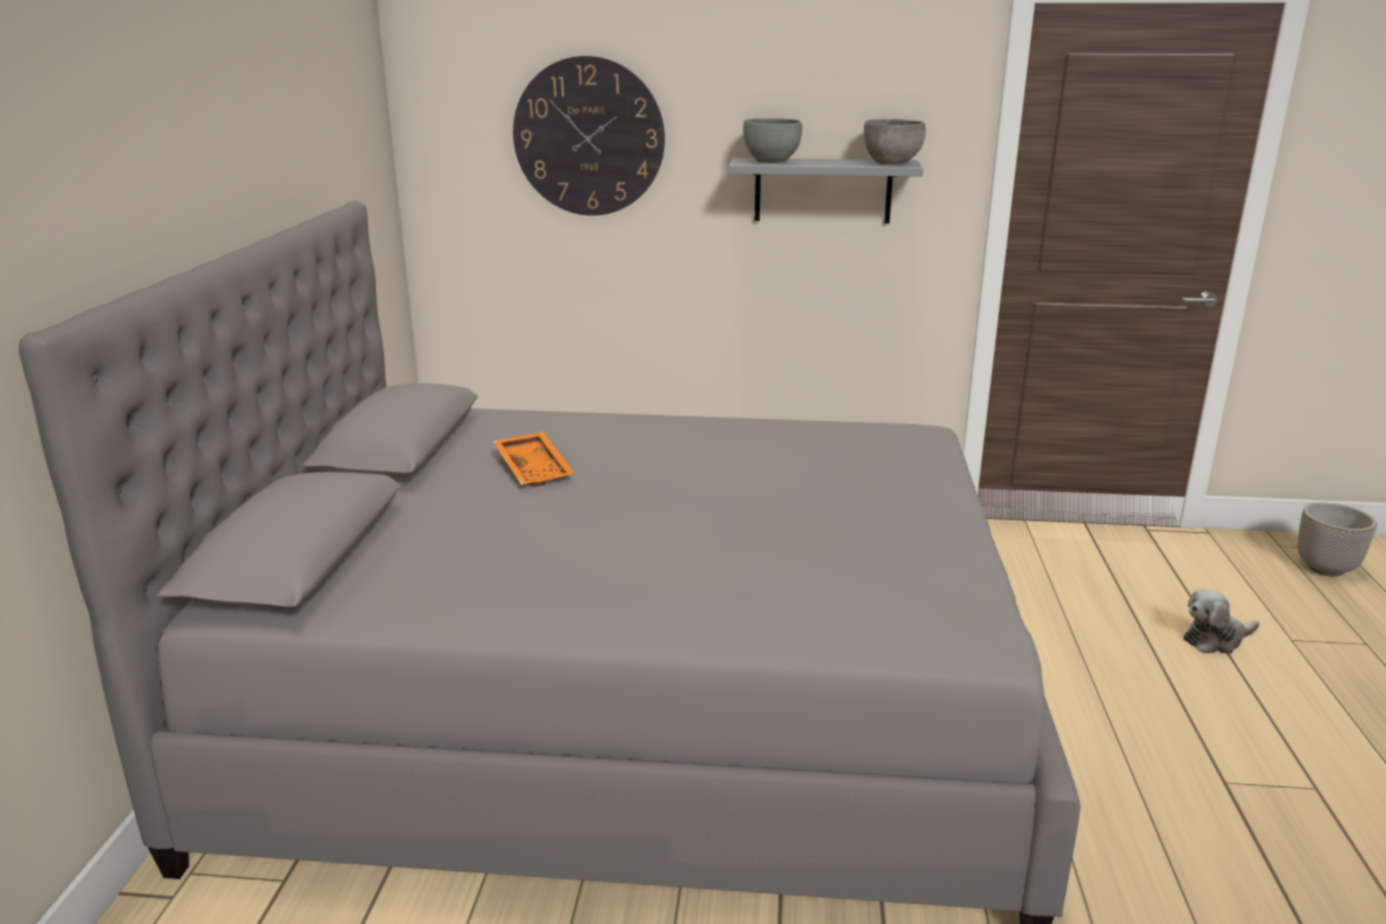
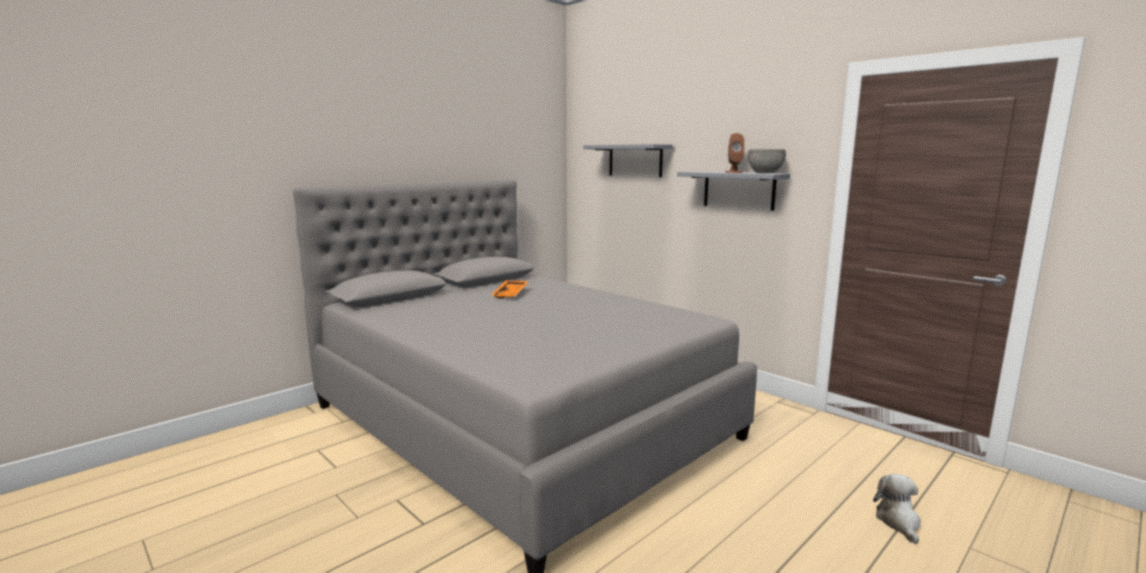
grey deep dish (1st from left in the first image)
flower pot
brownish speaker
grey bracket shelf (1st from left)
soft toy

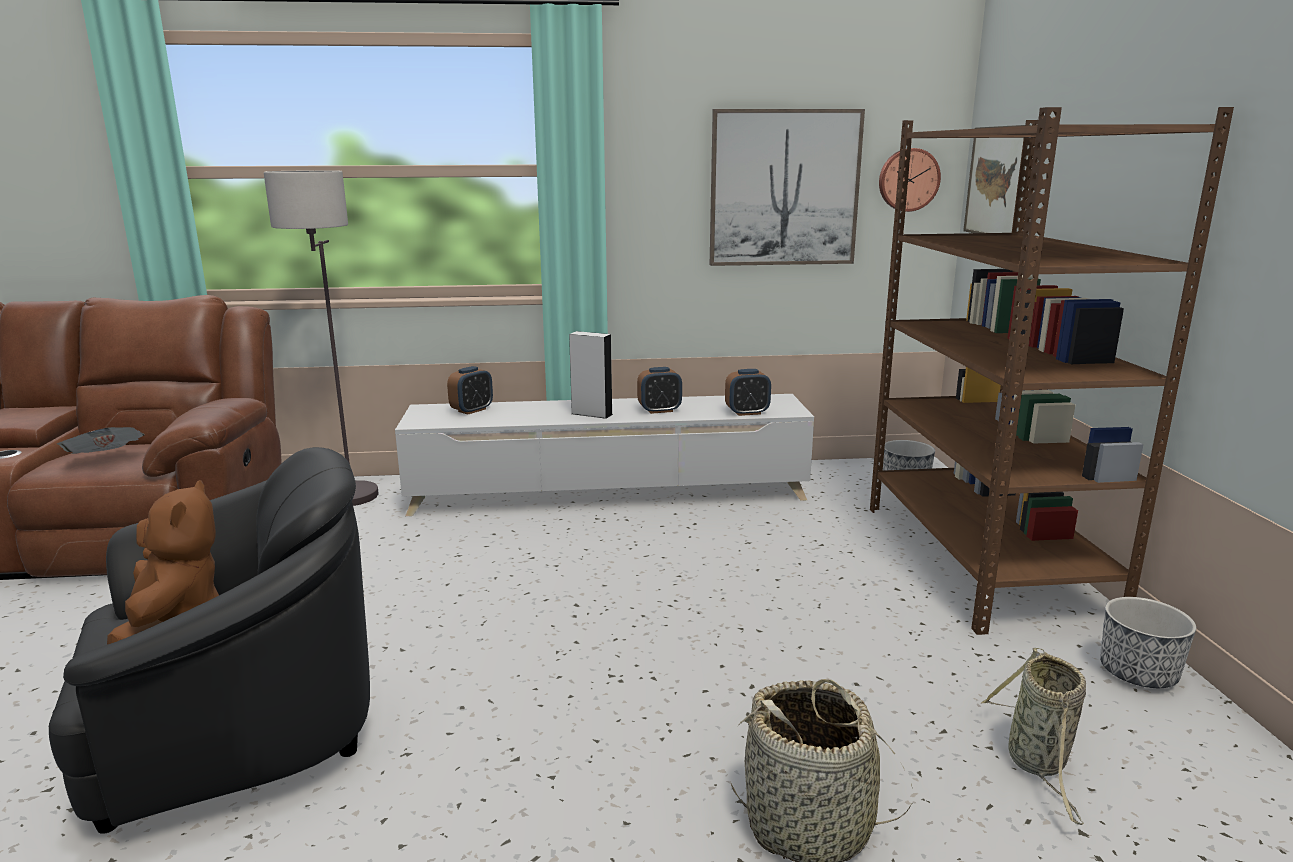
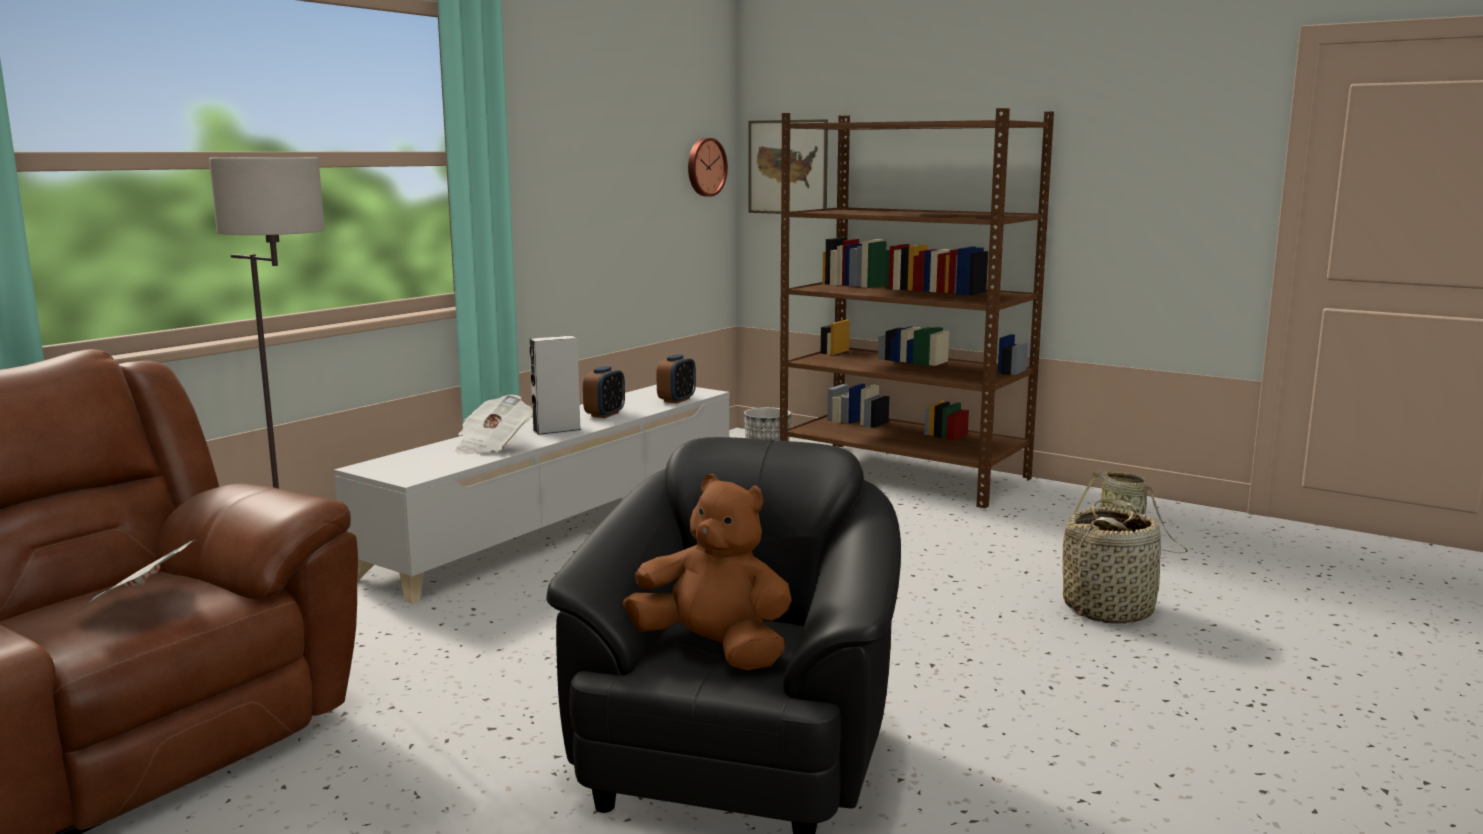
bedside clock (1st from left in the first image)
wall art (1st from left in the first image)
flower pot (2nd from left in the first image)
newspaper (2nd from left)

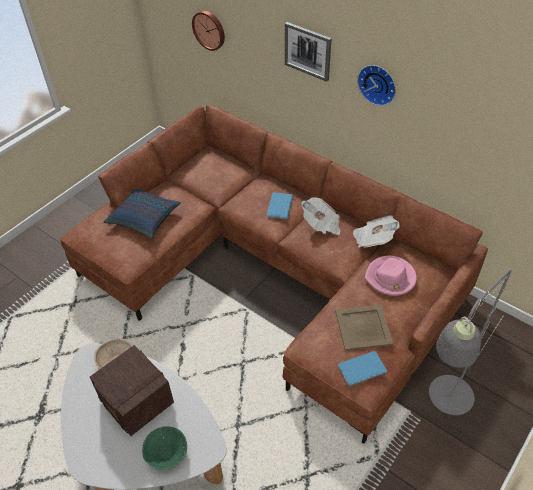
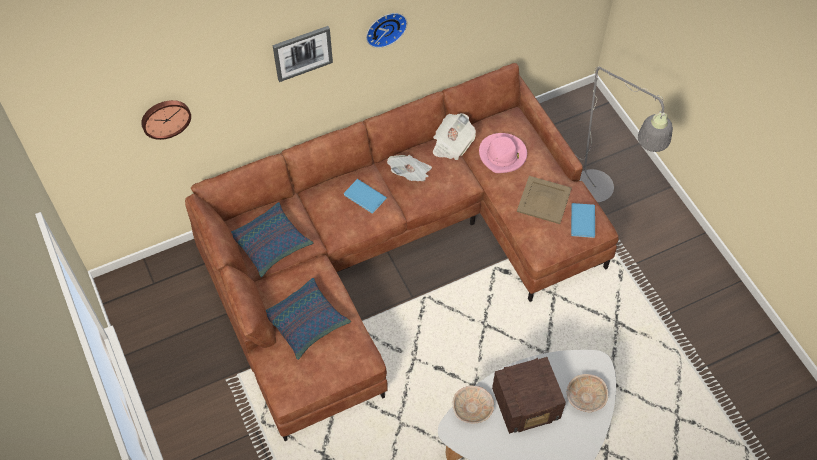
blue-coloured cushion (1st from left)
sand-coloured deep dish (2nd from left)

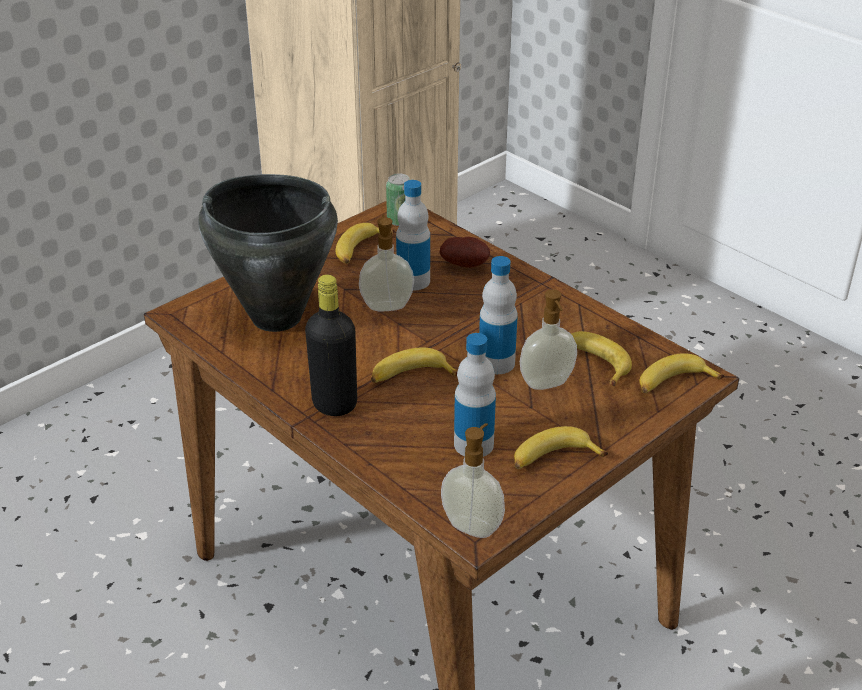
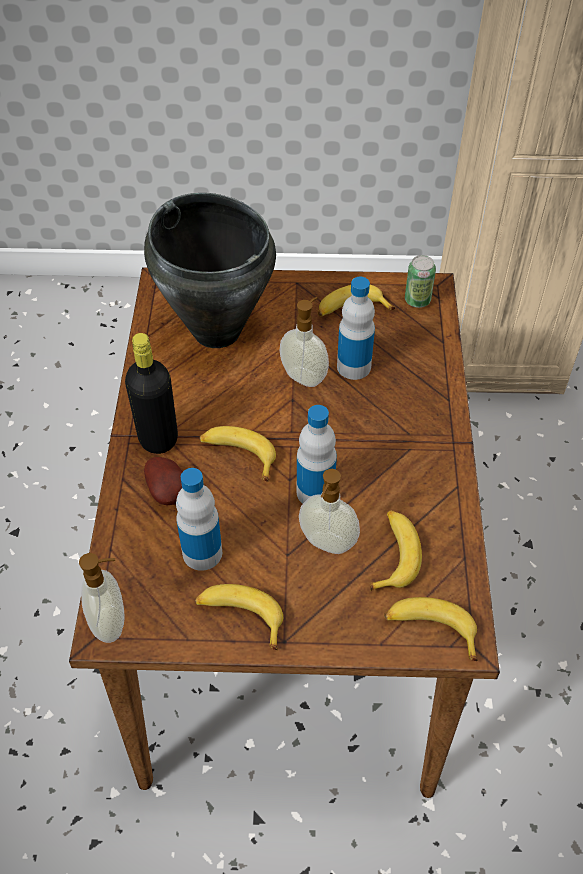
spud

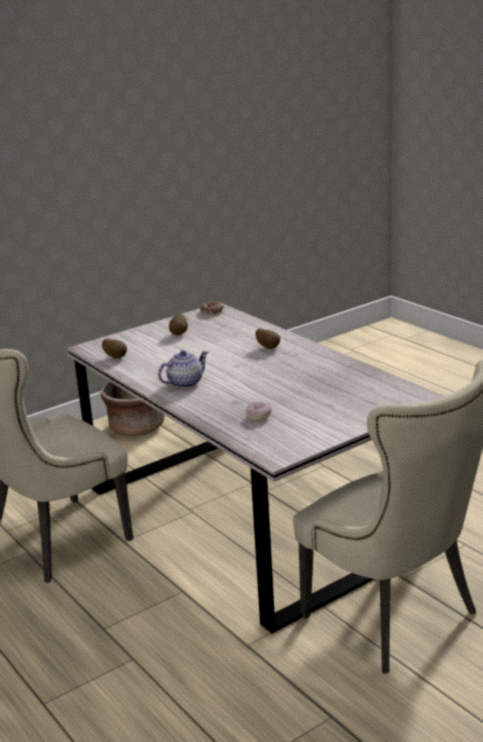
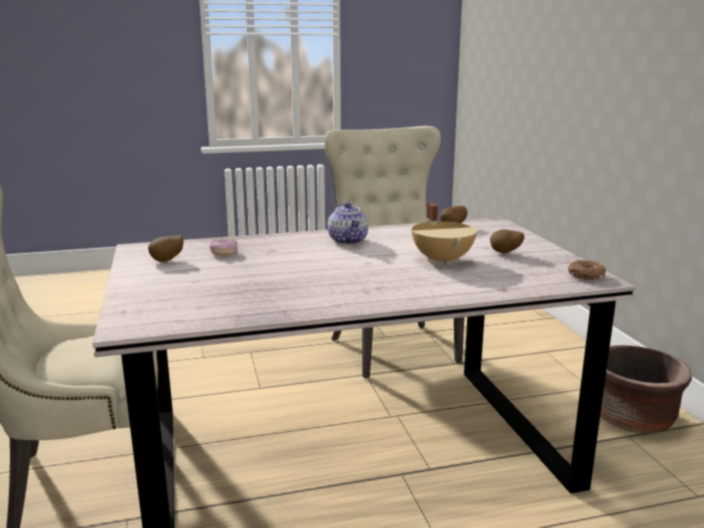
sand-coloured saucepot
spud (1st from left)

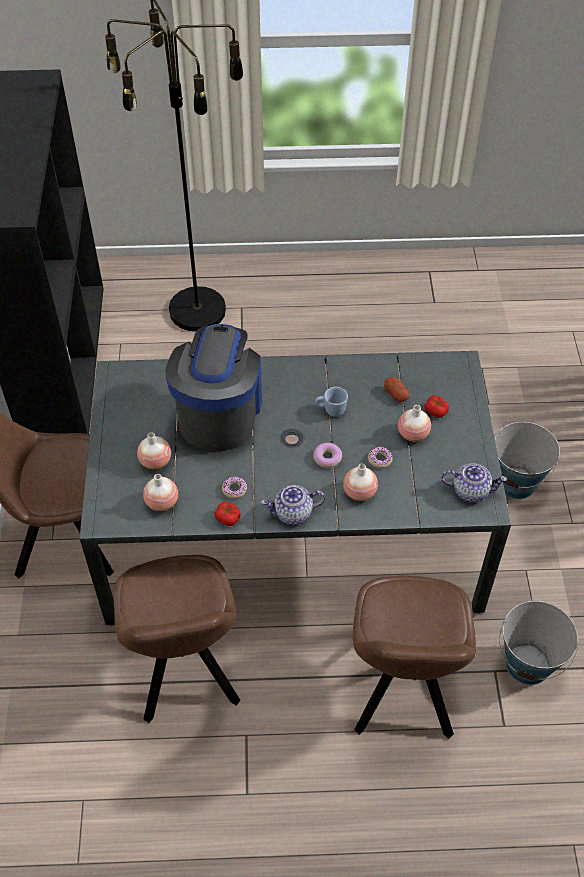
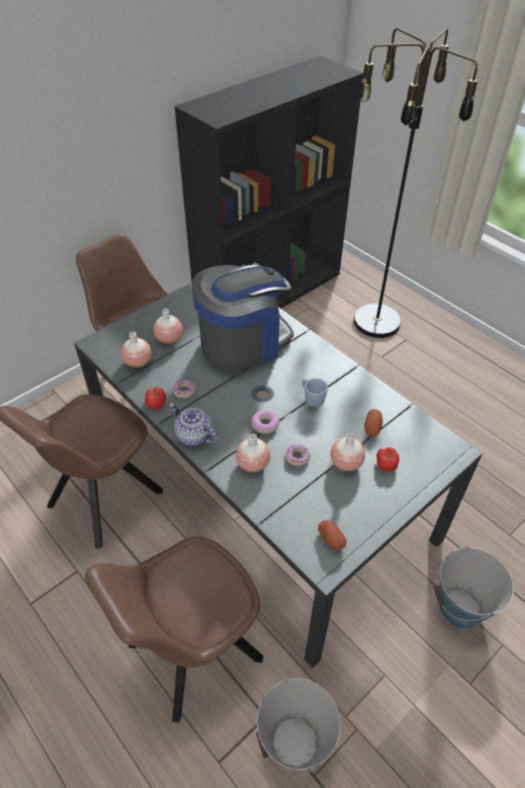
spud (1st from left)

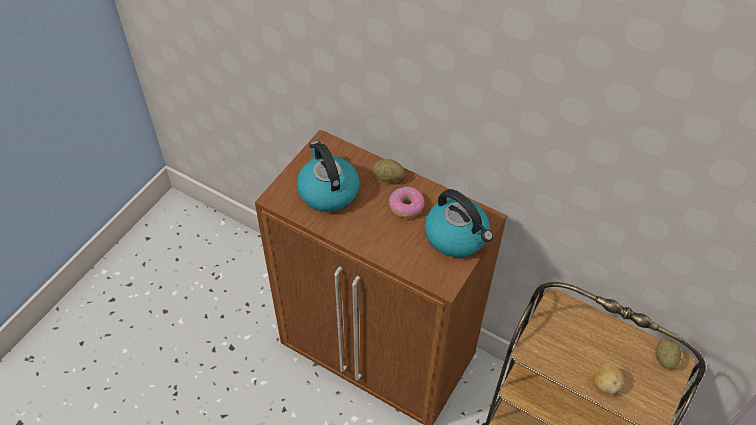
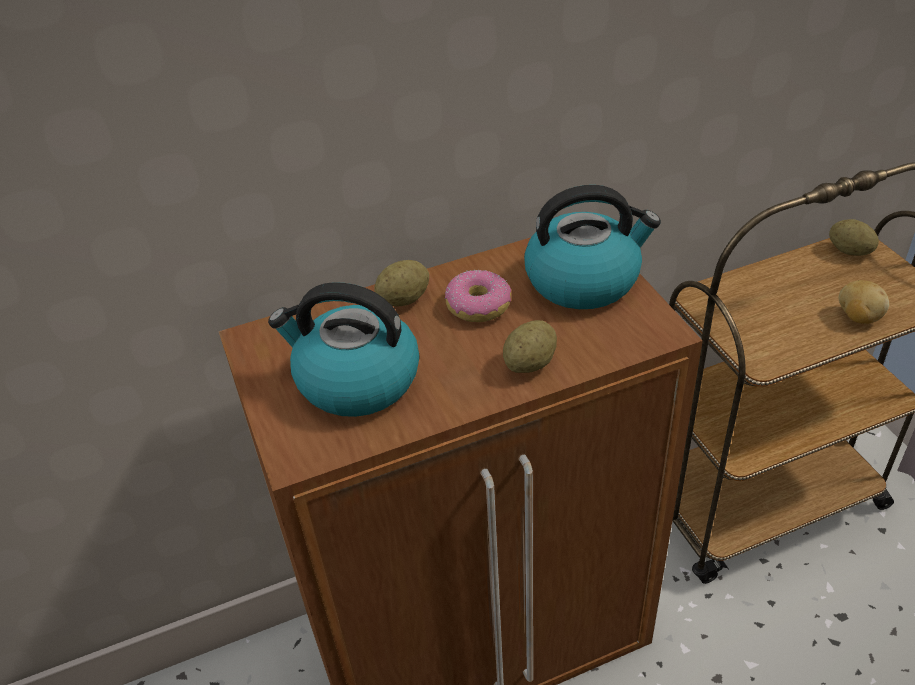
spud (2nd from left)

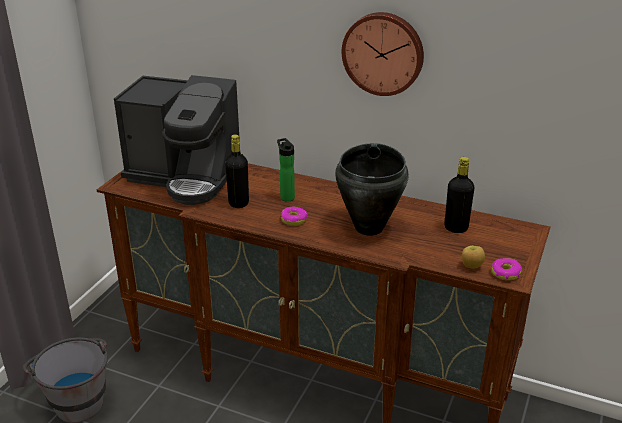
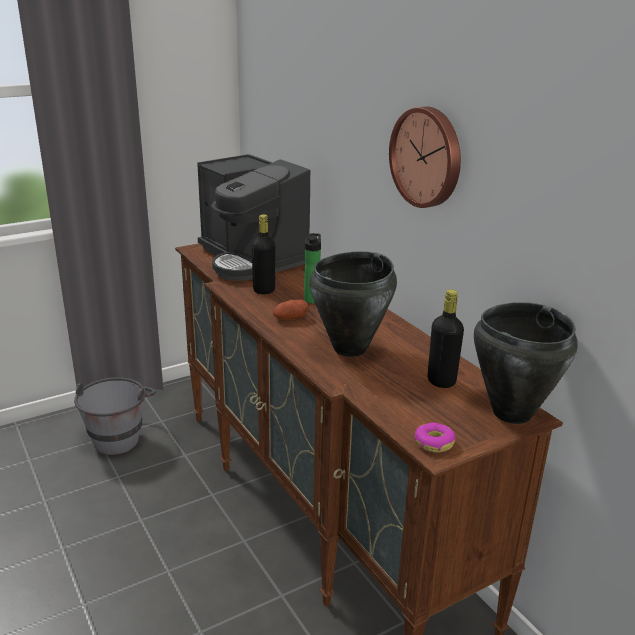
apple
black saucepot (2nd from left)
spud

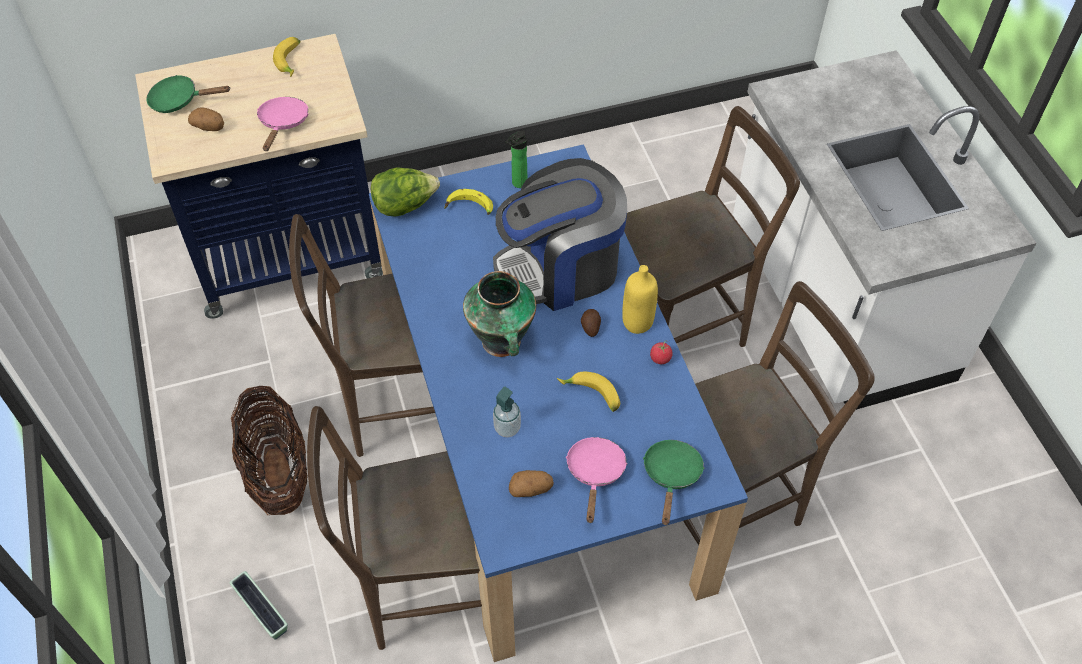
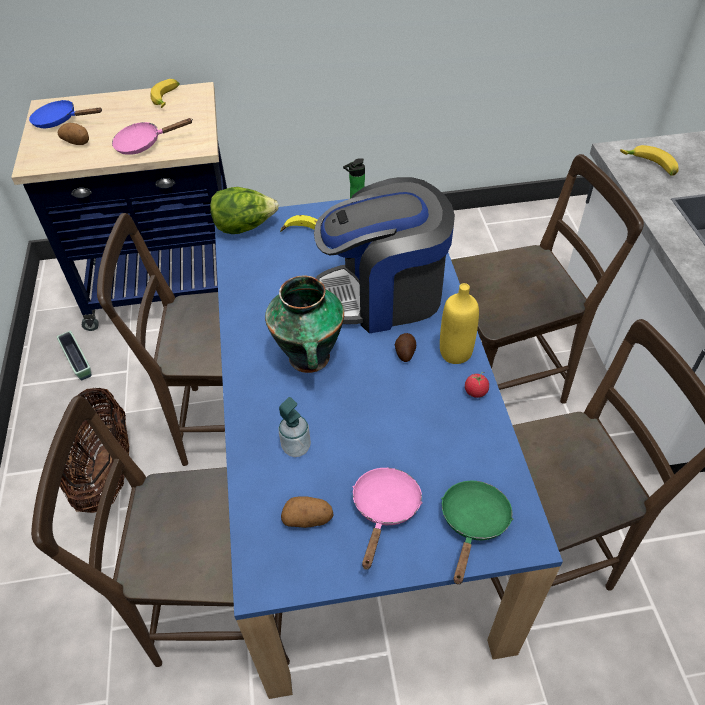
flower pot
banana (3rd from left)
blue-coloured pan
pink-coloured pan (1st from left)

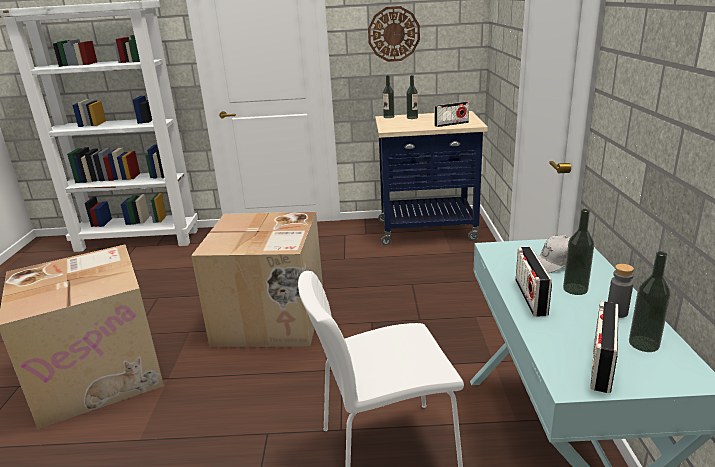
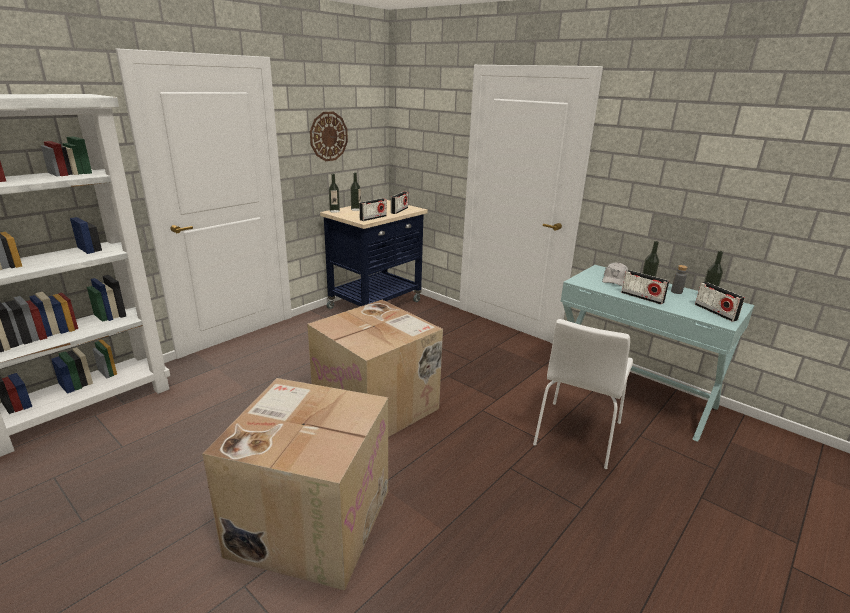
radio receiver (1st from left)

